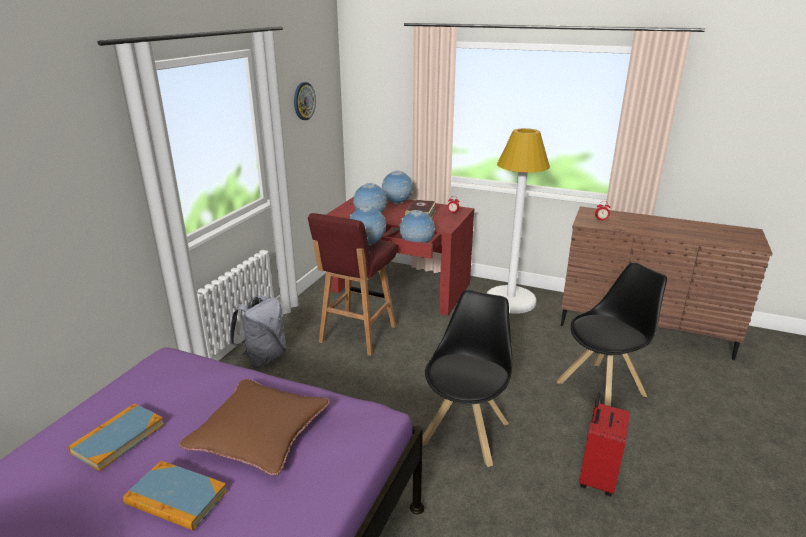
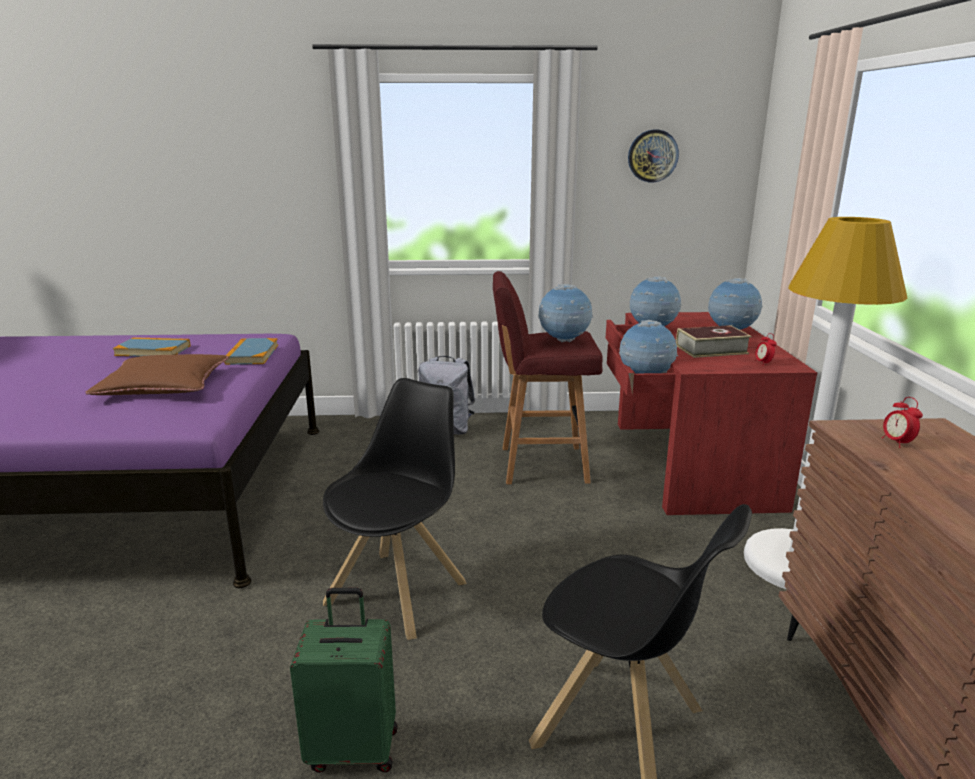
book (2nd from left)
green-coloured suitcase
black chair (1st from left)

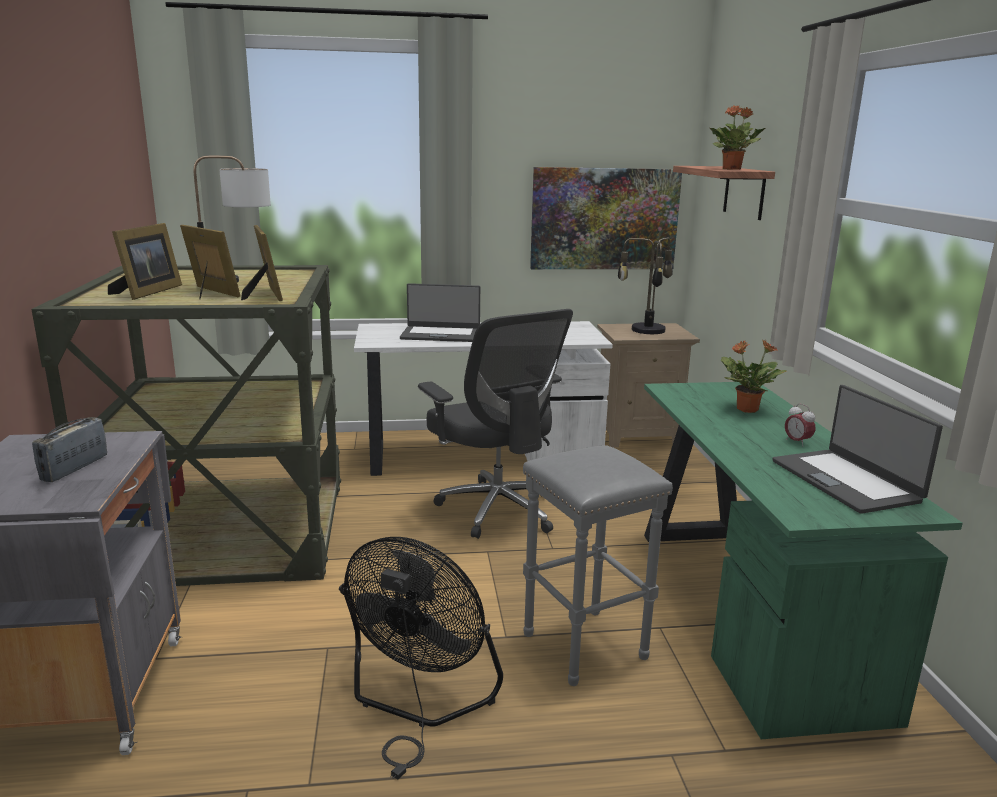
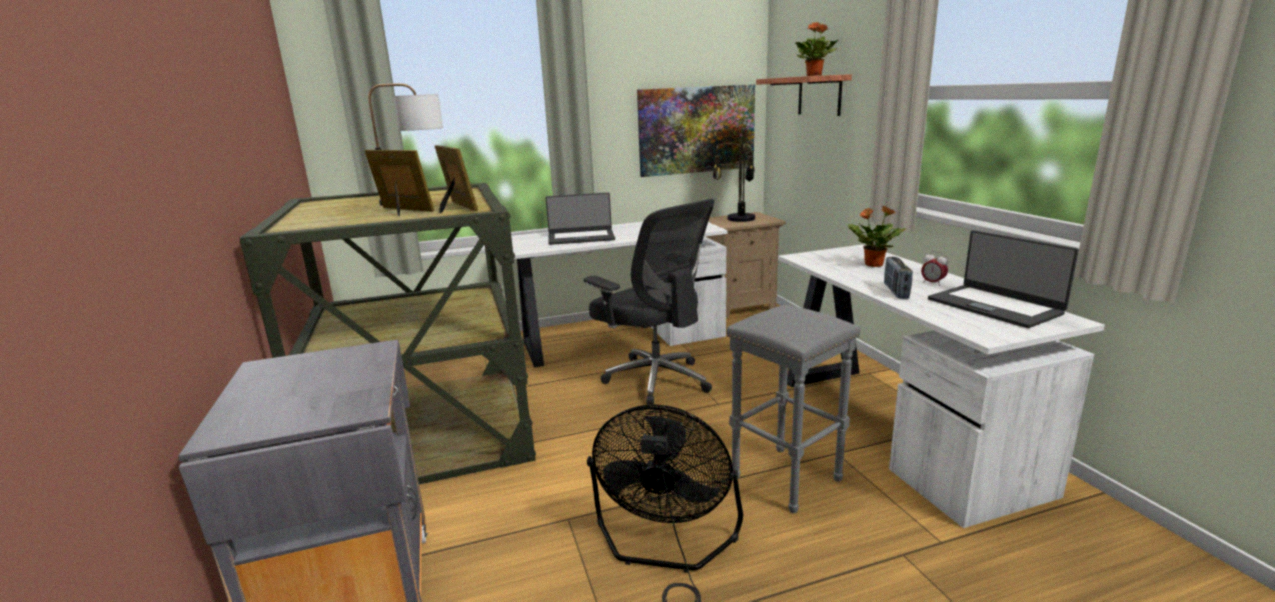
photo frame (1st from left in the first image)
radio receiver
whitish desk table (2nd from left)

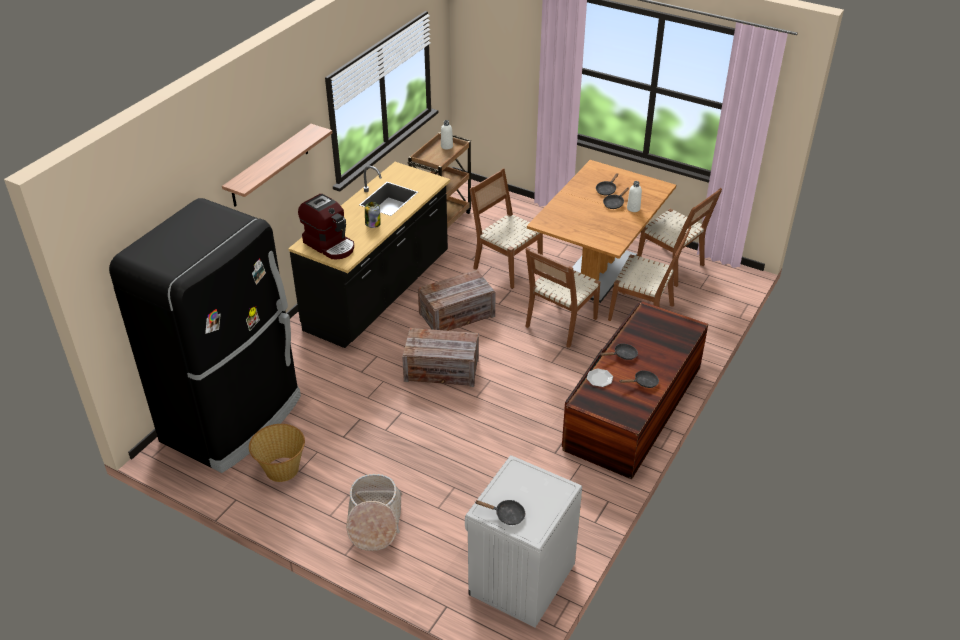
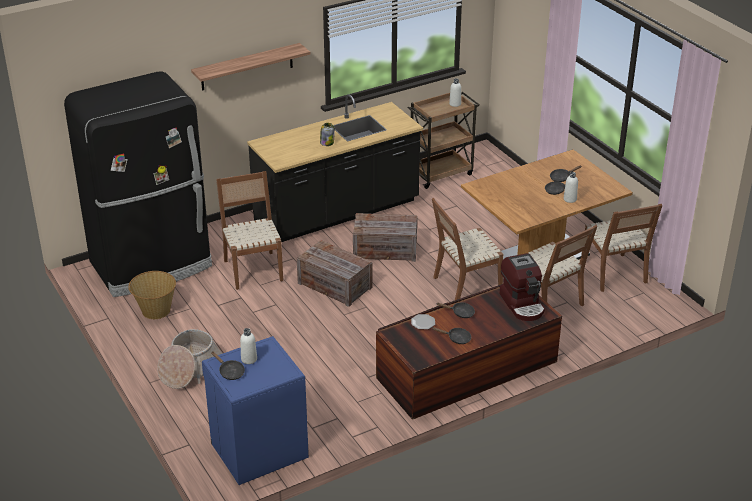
whitish bottle (1st from left)
coffee brewer
chair (1st from left)
blue-coloured laundry machine

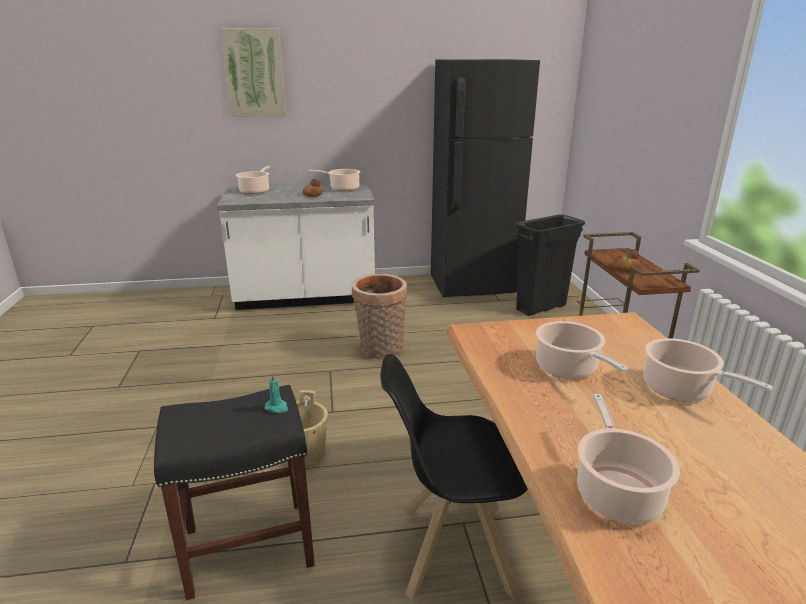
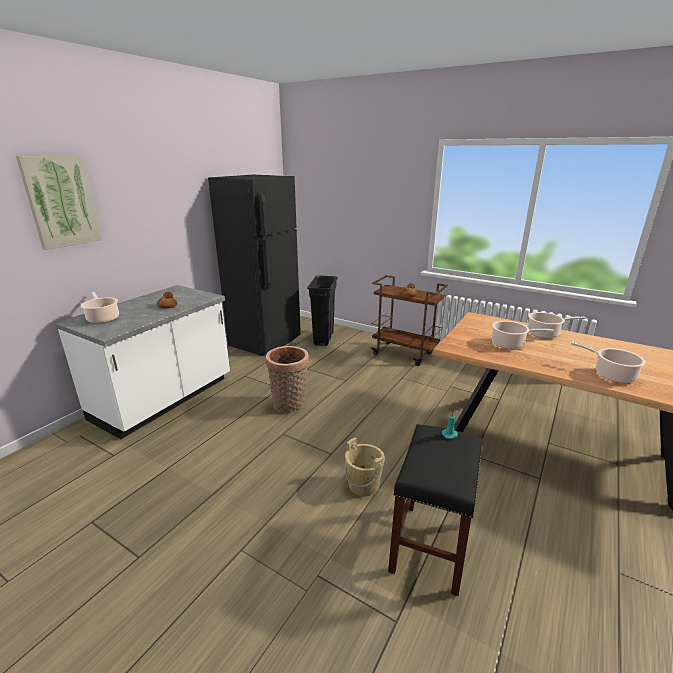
saucepot (2nd from left in the first image)
black chair

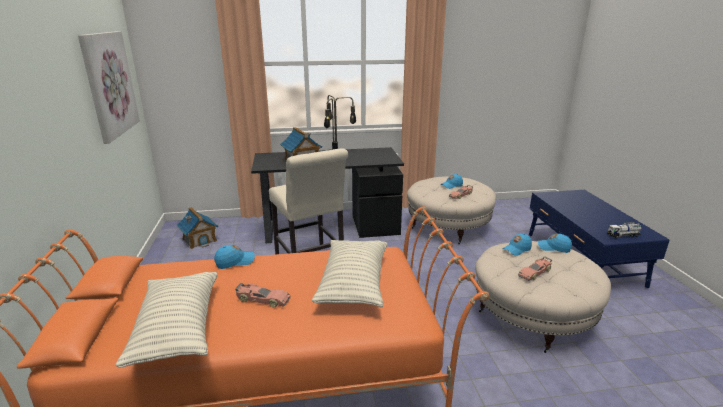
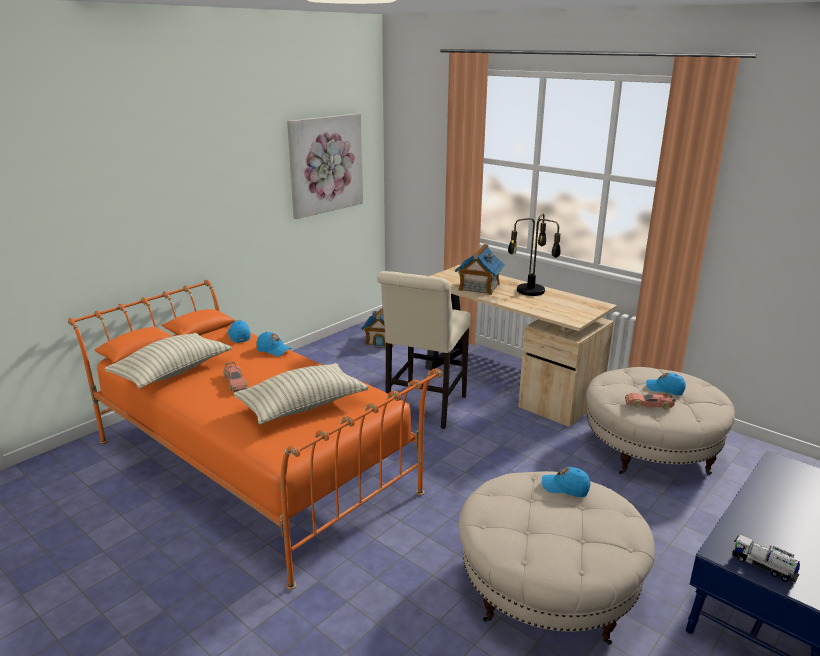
toy car (3rd from left in the first image)
blue-coloured baseball cap (1st from left)
sand-coloured desk table

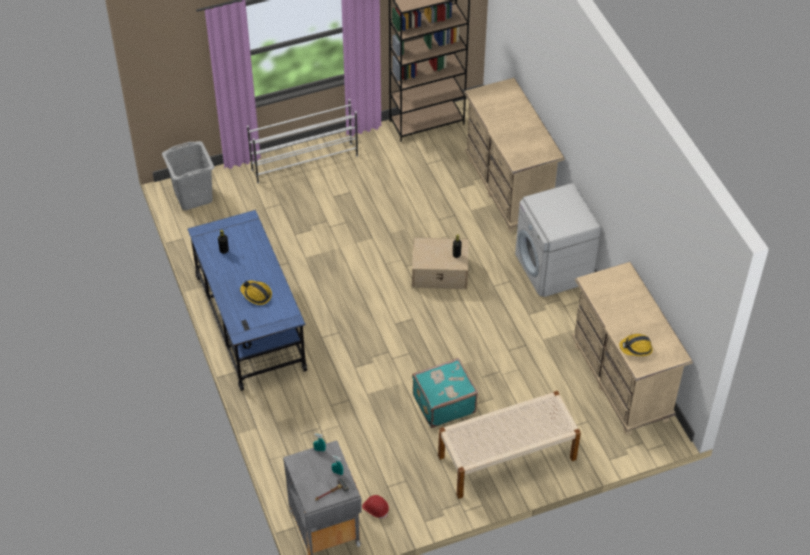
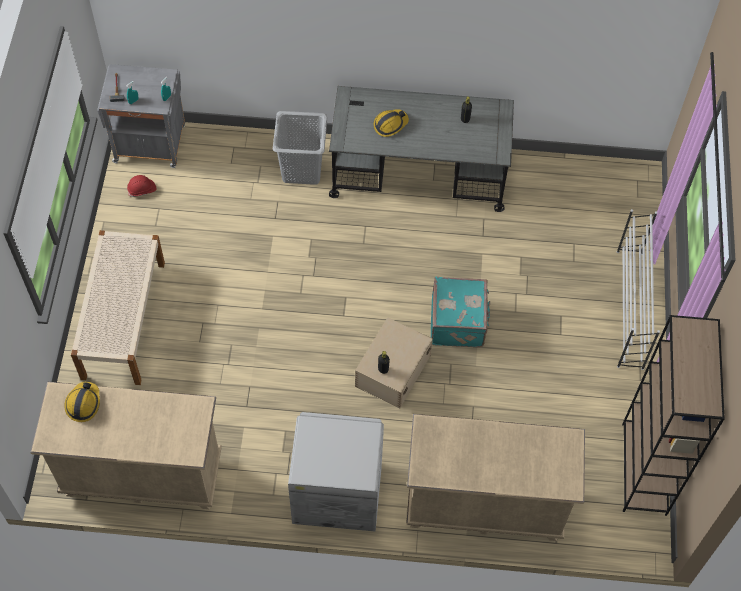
grey hamper
blue-green suitcase
grey desk table

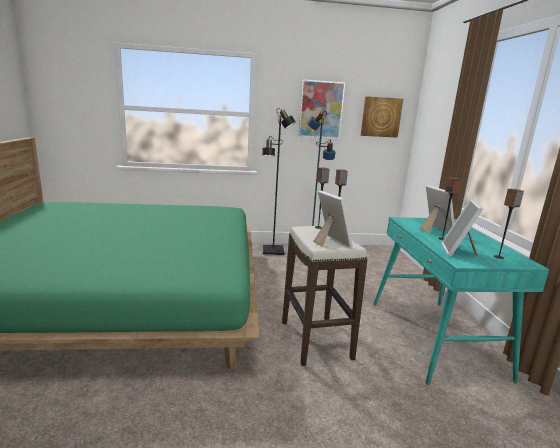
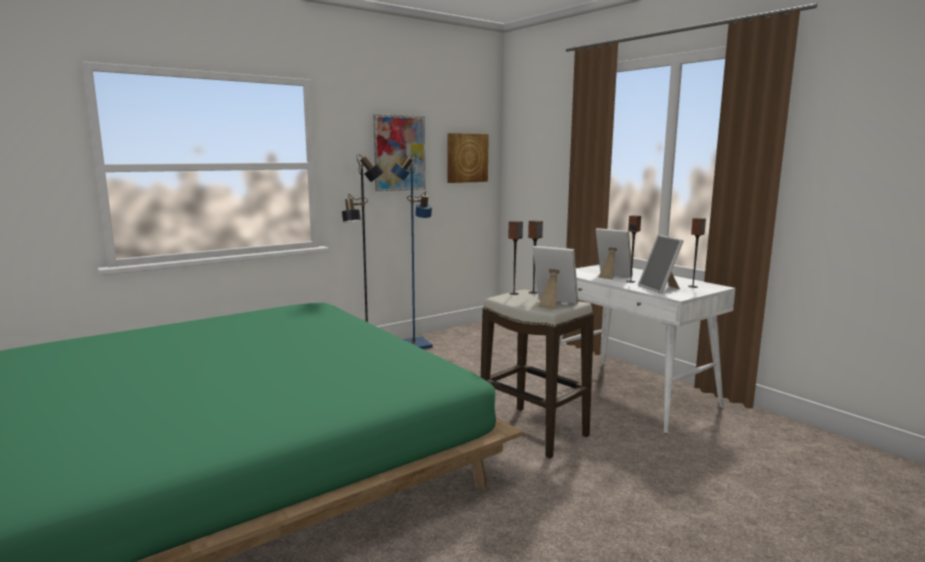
whitish desk table

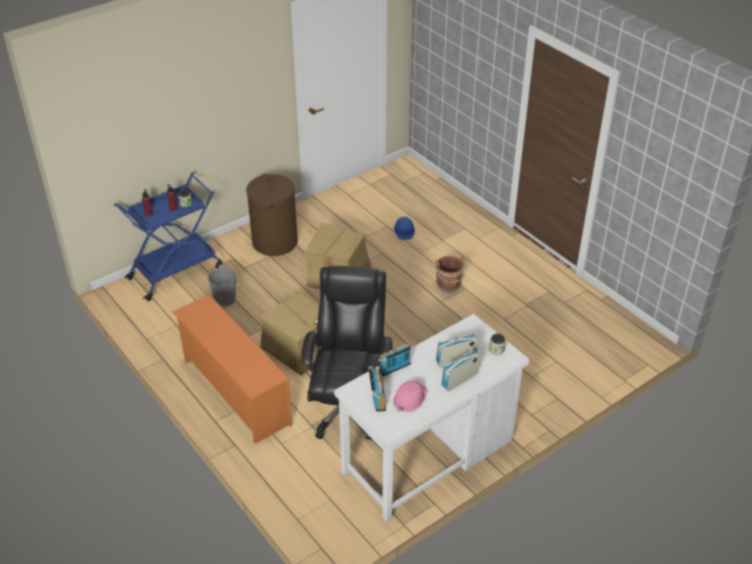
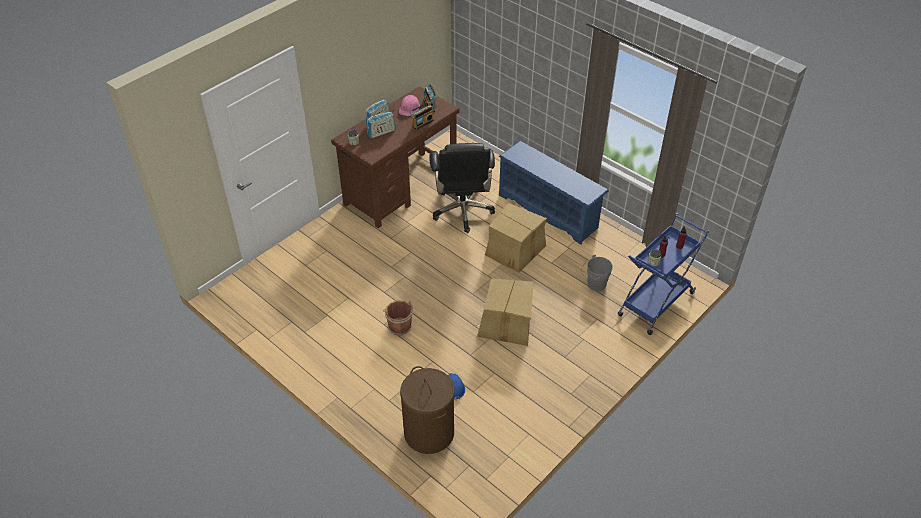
brownish hamper
blue-coloured shoe shelf
brownish desk table

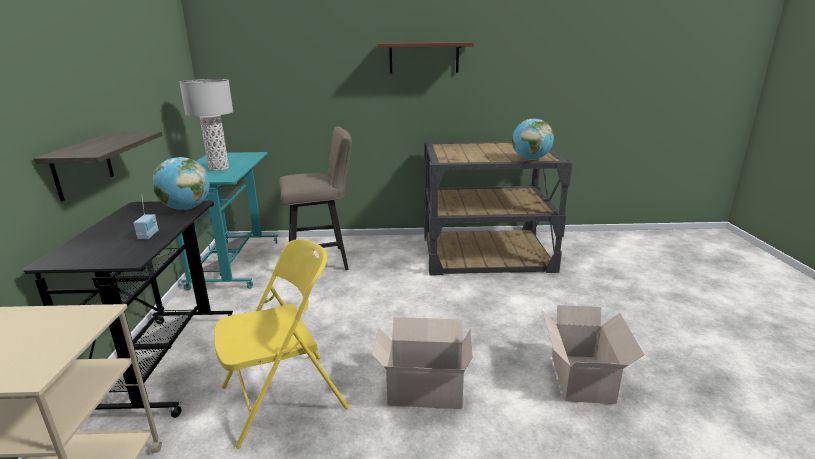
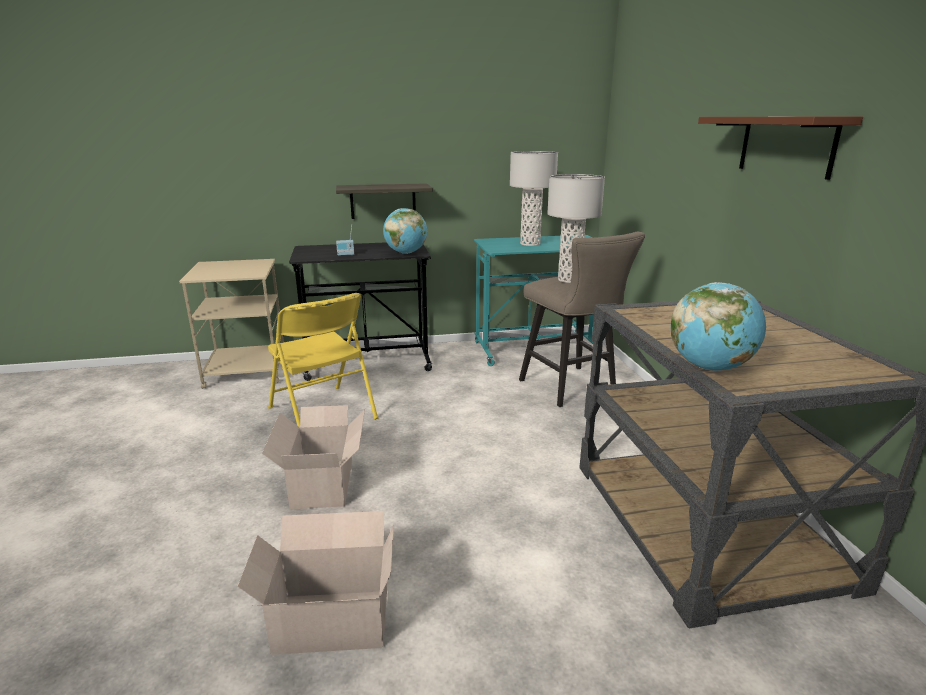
whitish lamp for a table (2nd from left)

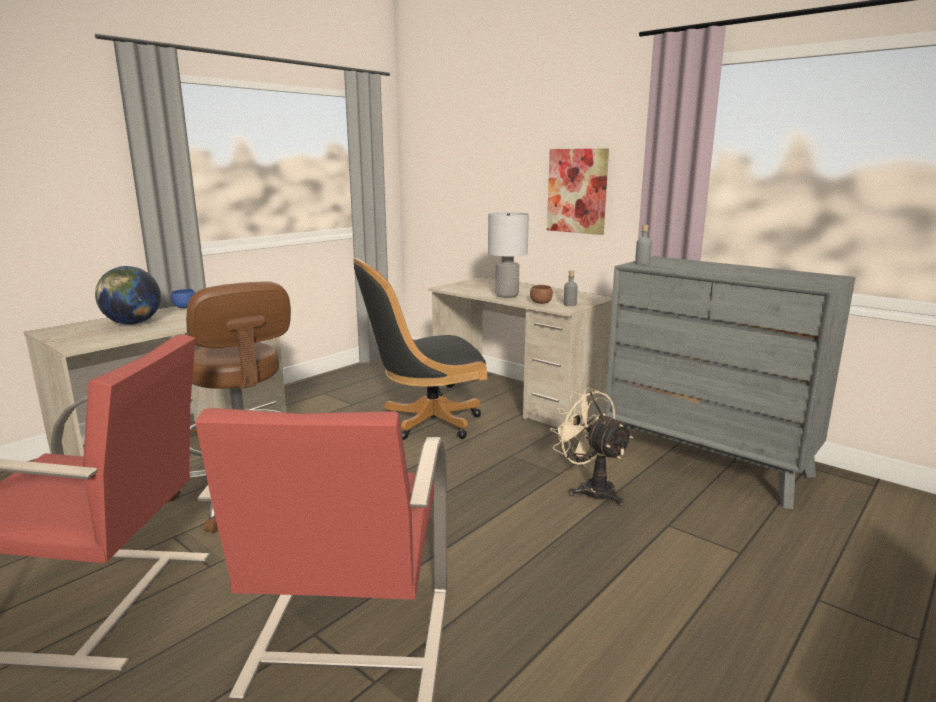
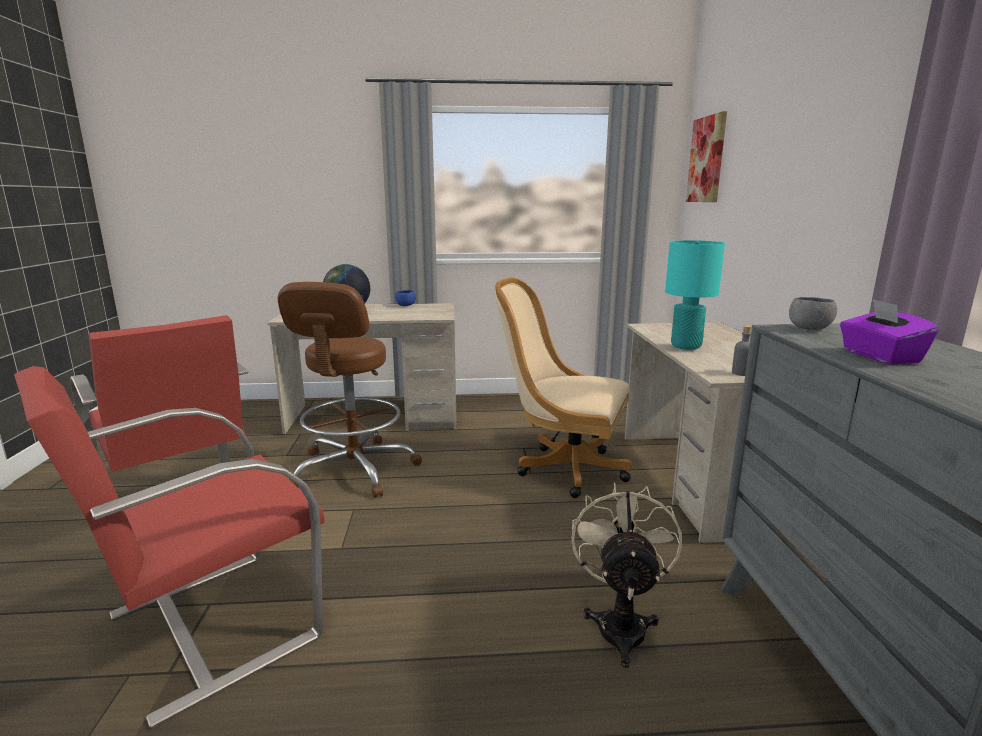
brownish deep dish
purple box of tissues
wall art
grey deep dish
sand-coloured desk chair
blue-green lamp for a table

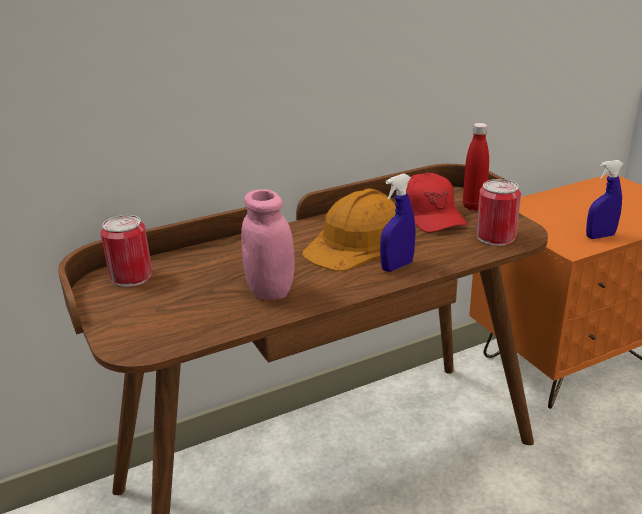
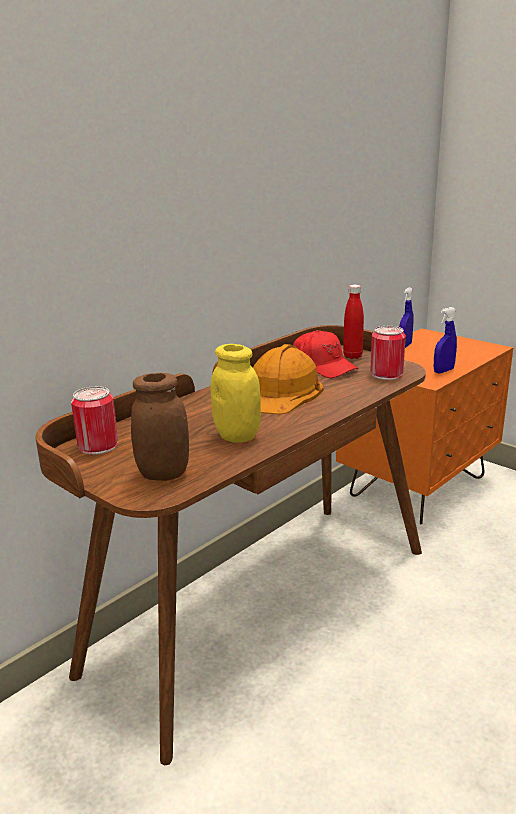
brownish preserve jar
blue-coloured spray bottle (1st from left)
yellow-coloured preserve jar

